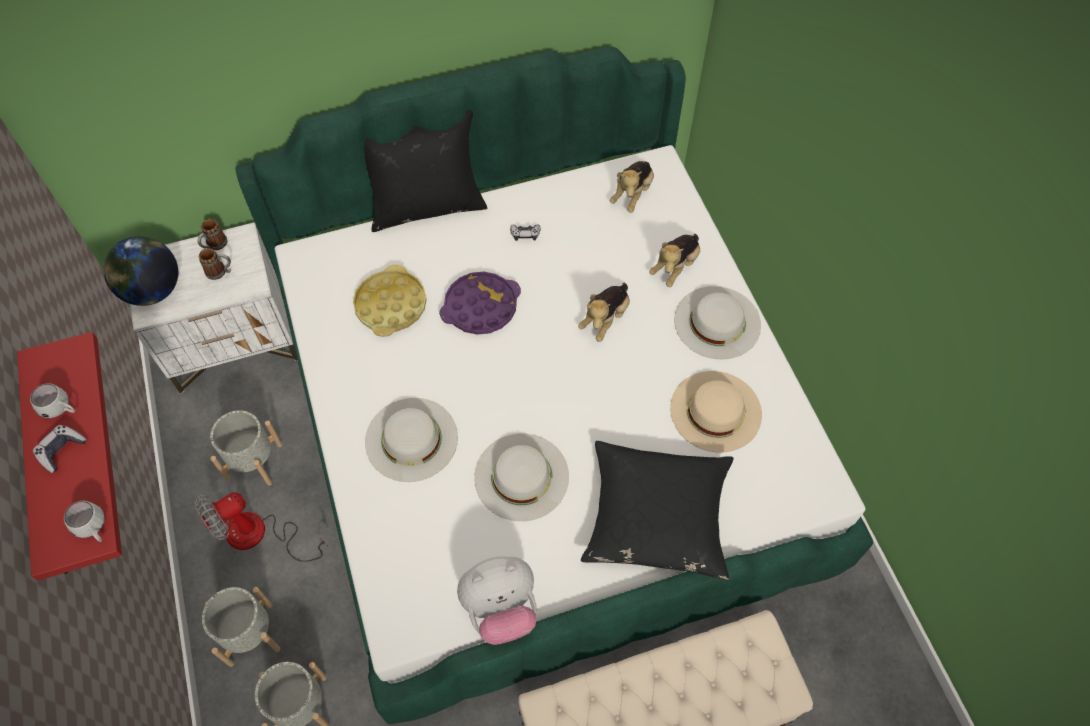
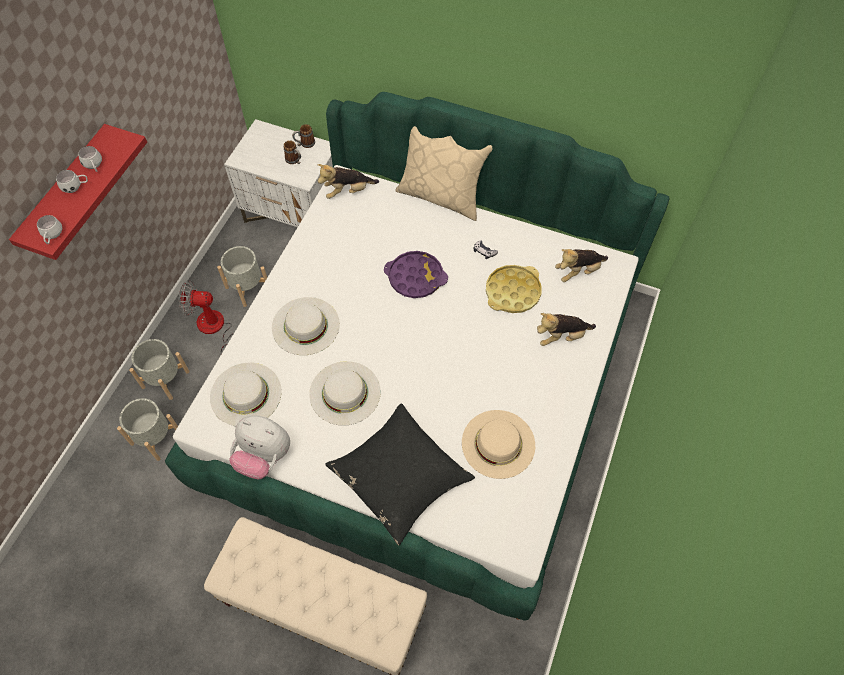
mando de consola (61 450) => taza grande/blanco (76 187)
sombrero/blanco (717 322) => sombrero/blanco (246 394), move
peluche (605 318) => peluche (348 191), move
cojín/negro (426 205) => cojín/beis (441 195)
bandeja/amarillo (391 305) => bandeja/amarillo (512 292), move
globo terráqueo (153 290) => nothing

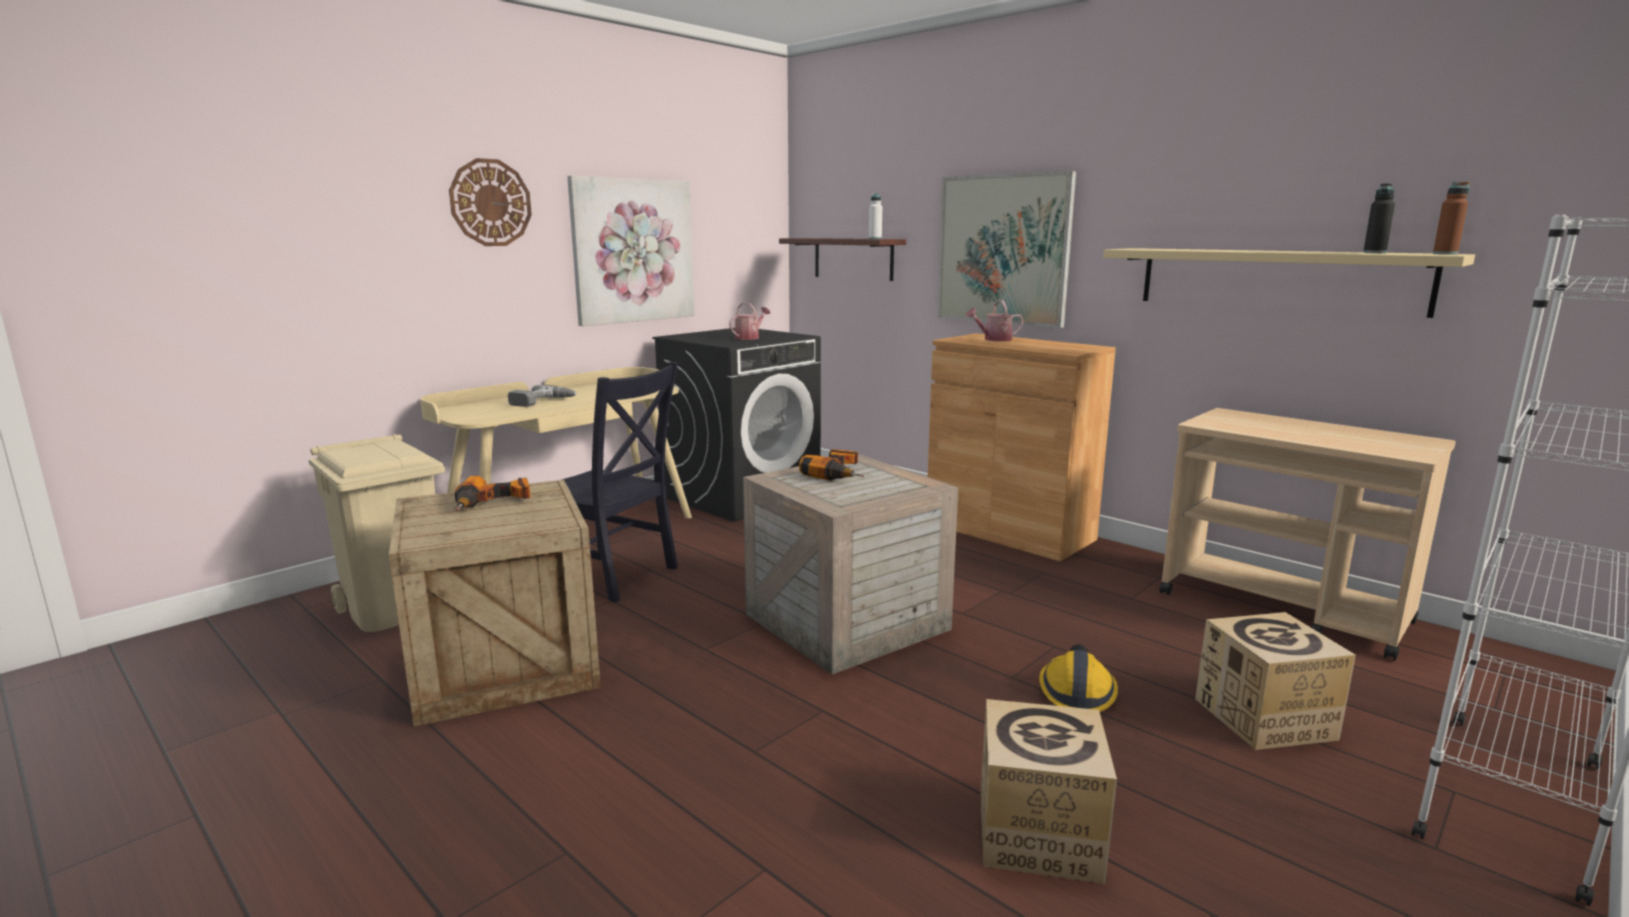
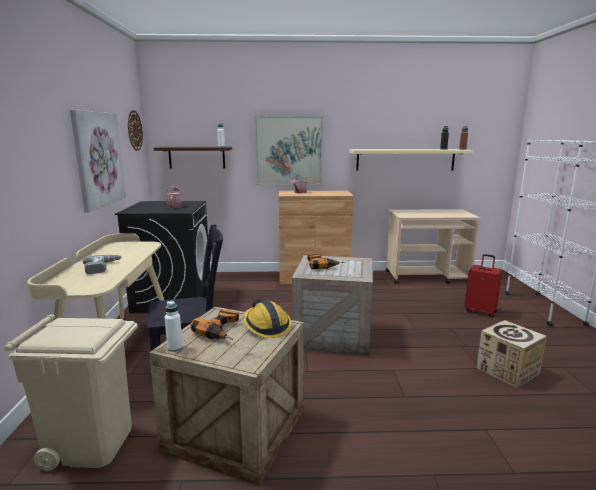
reloj de pared (490 203) => reloj de pared (134 130), move
nothing => botella/blanco (175 348)
casco (1076 691) => casco (266 326), move
caja de cartón (1264 718) => maleta/rojo (480 311)

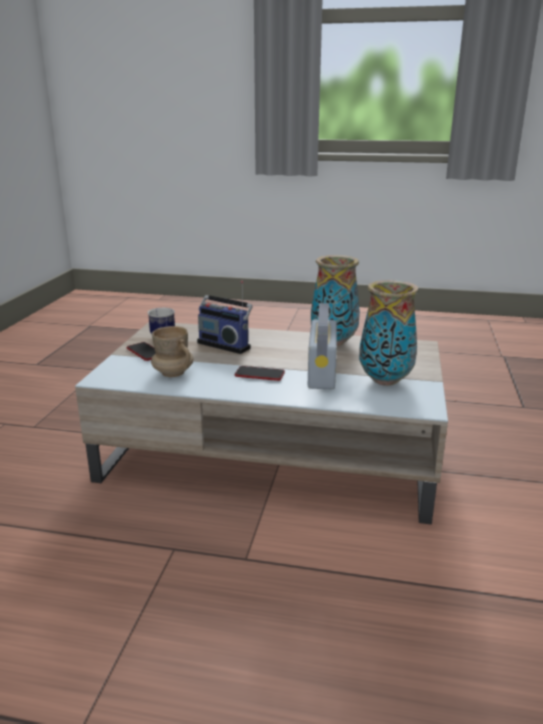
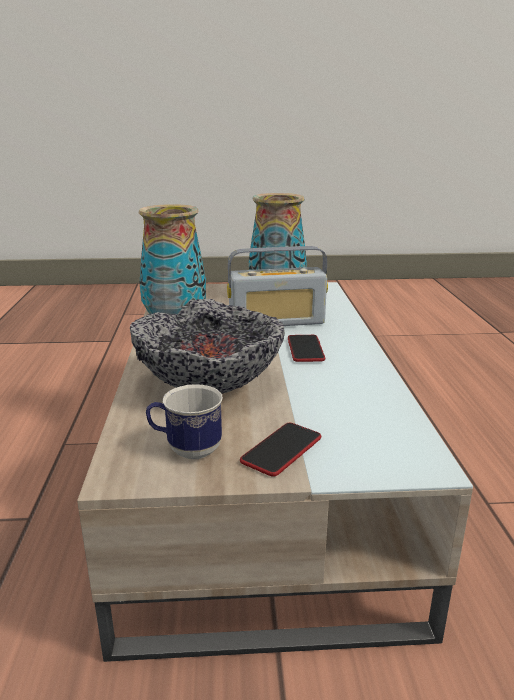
radio (225 344) => cuenco (210 385)
taza grande/beis (173 373) => nothing

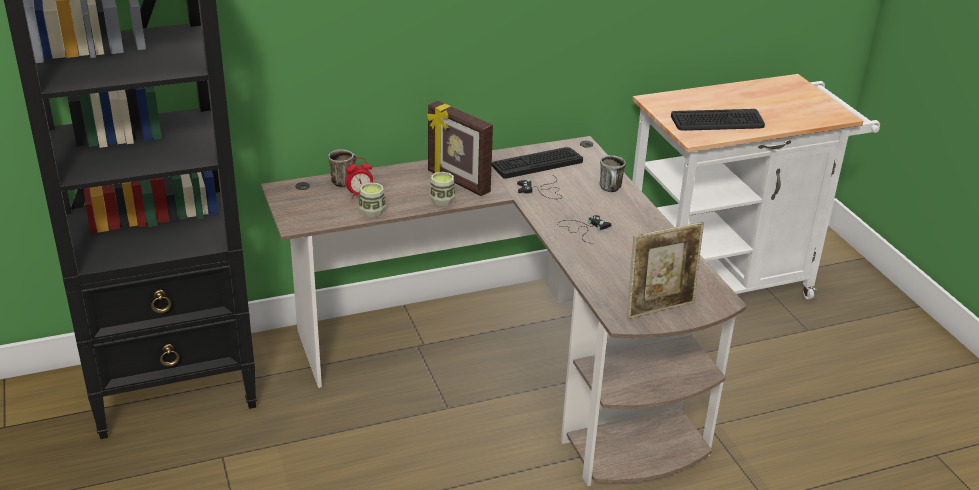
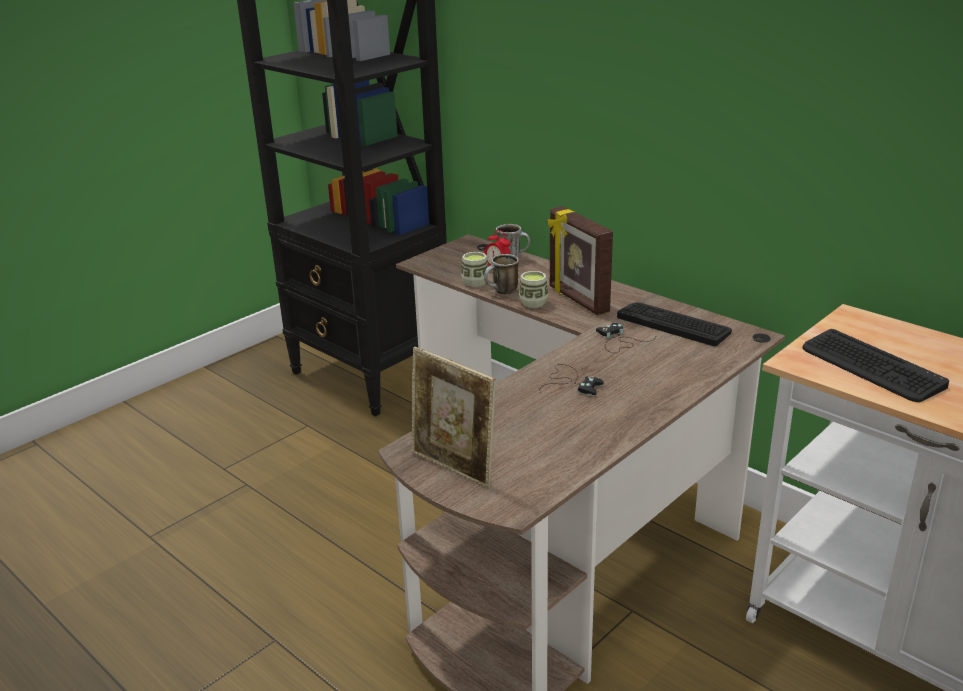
taza grande (611 190) => taza grande (502 292), move
portarretratos (457 182) => portarretratos (577 300), 45 degrees counterclockwise

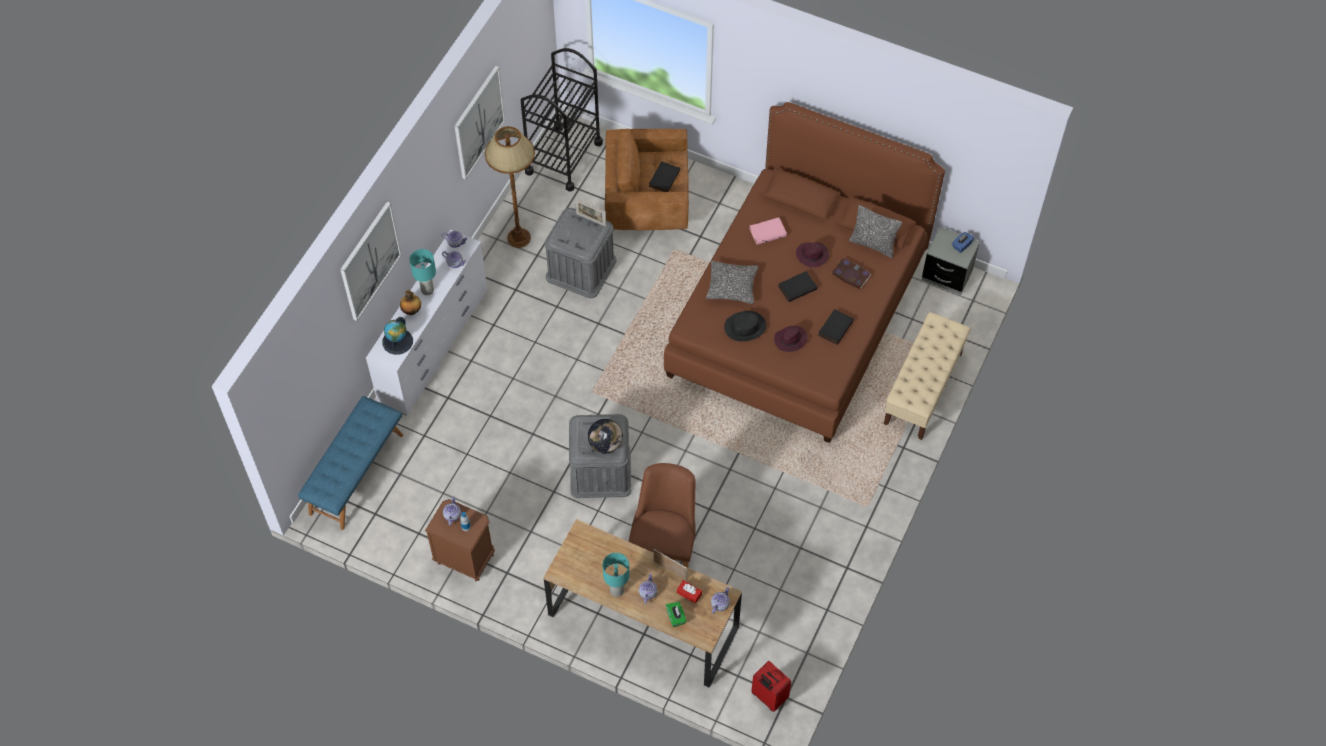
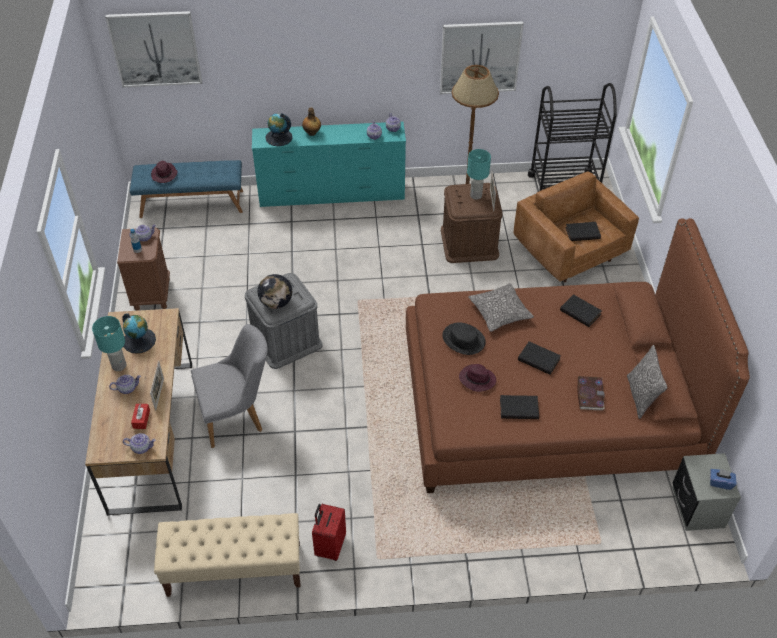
cuadro (370 261) => cuadro (155 49), move
nothing => globo terráqueo (139 340)
sombrero/morado (813 255) => sombrero/morado (164 175), move
banco/beis (923 389) => banco/beis (234 569), move
silla/marrón (665 546) => silla/gris (237 416)
cómoda/blanco (434 345) => cómoda/turquesa (332 194)
maleta/rojo (768 697) => maleta/rojo (329 546), move
caja de almacenaje/gris (581 269) => caja de almacenaje/marrón (469 242)
lámpara de mesa/turquesa (427 290) => lámpara de mesa/turquesa (476 196), move
libro/rosa (767 231) => libro/negro (581 312)
caja de pañuelos/verde (676 617) => nothing

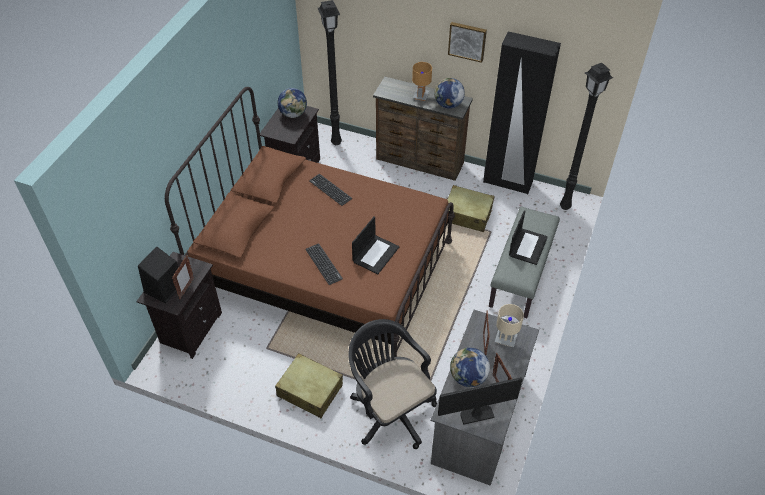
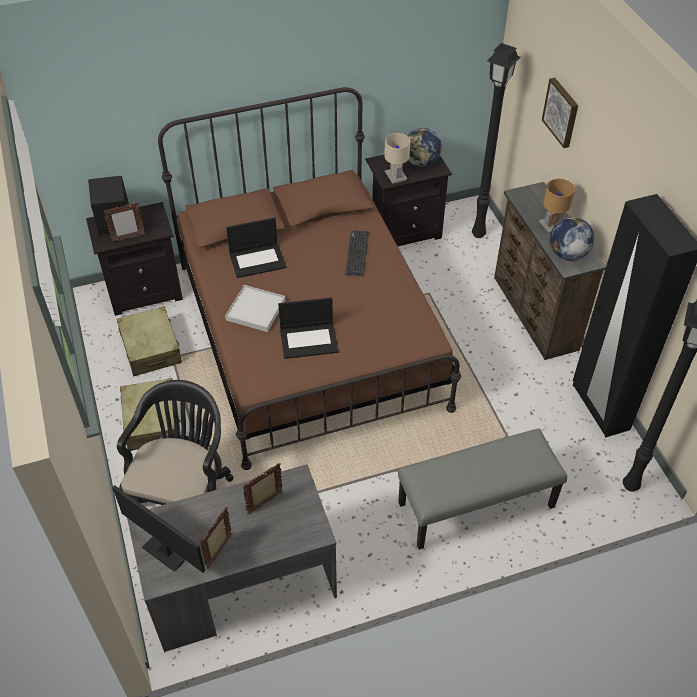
maleta/beis (467 214) => maleta/beis (151 349), move
teclado (323 264) => bandeja/blanco (255 310)
portátil (527 246) => portátil (258 260), move
lámpara de mesa/beis (505 339) => lámpara de mesa/beis (395 177), move
cuadro (467 41) => cuadro (562 112), move
globo terráqueo (468 377) => nothing

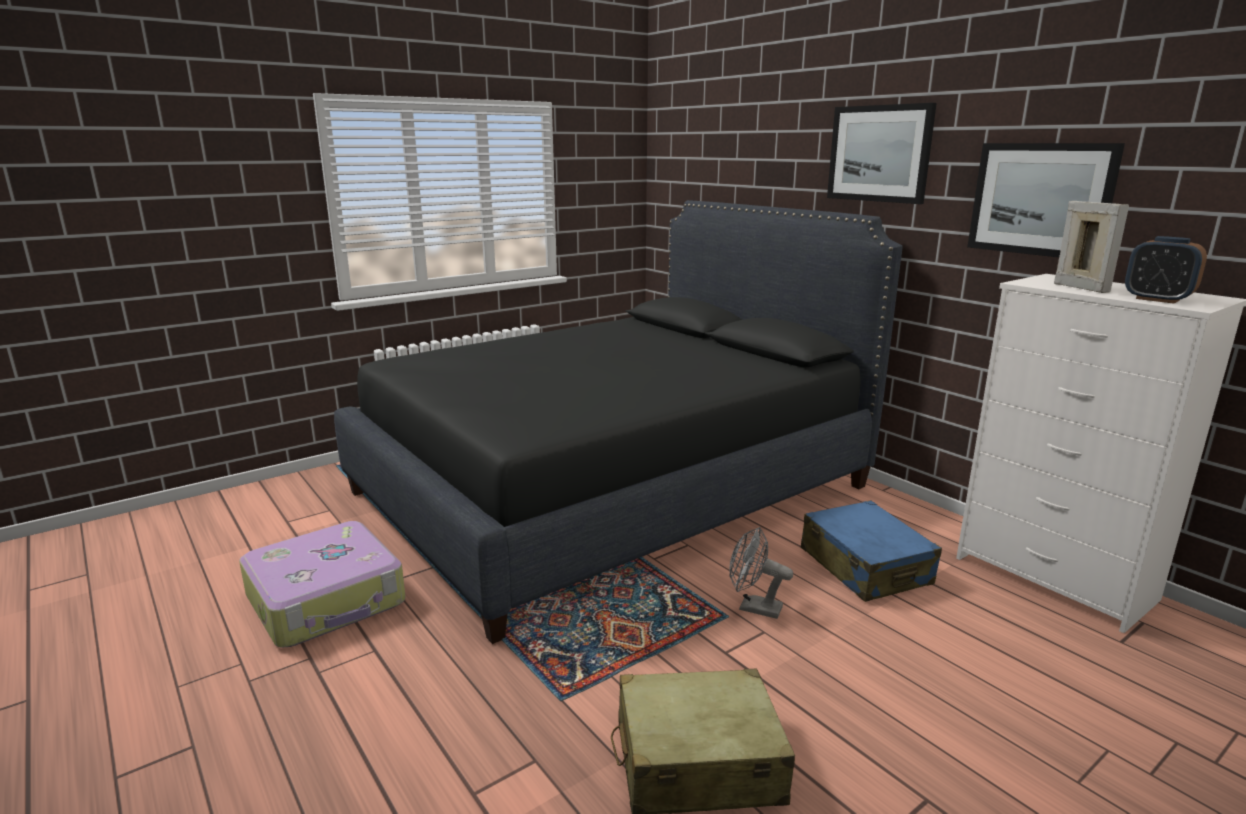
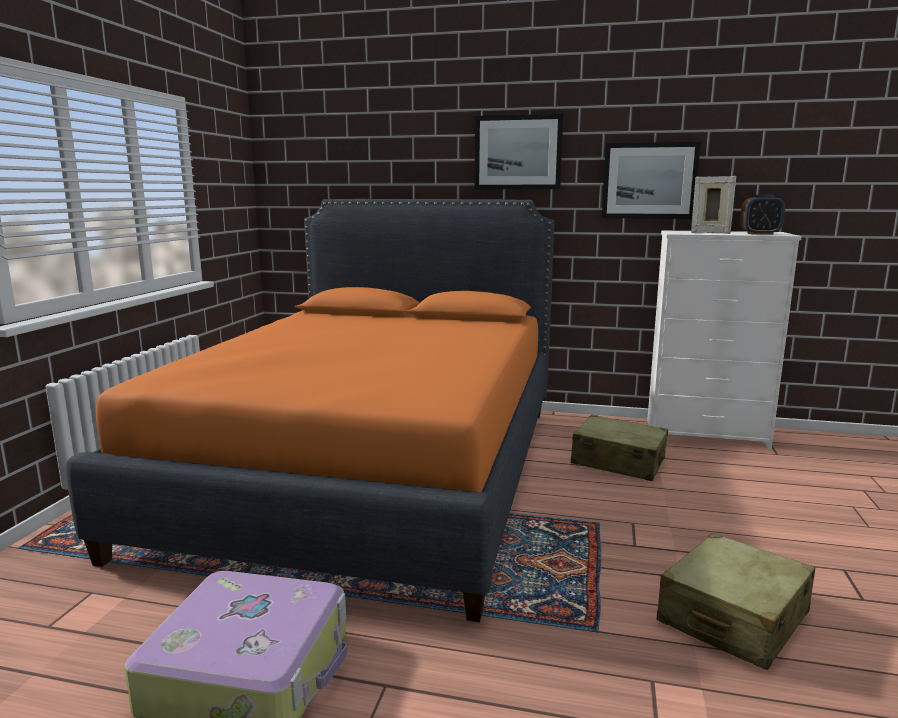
cama/negro (613 489) => cama/naranja (373 471)
maleta/azul (865 567) => maleta/beis (618 462)
ventilador/gris (753 607) => nothing

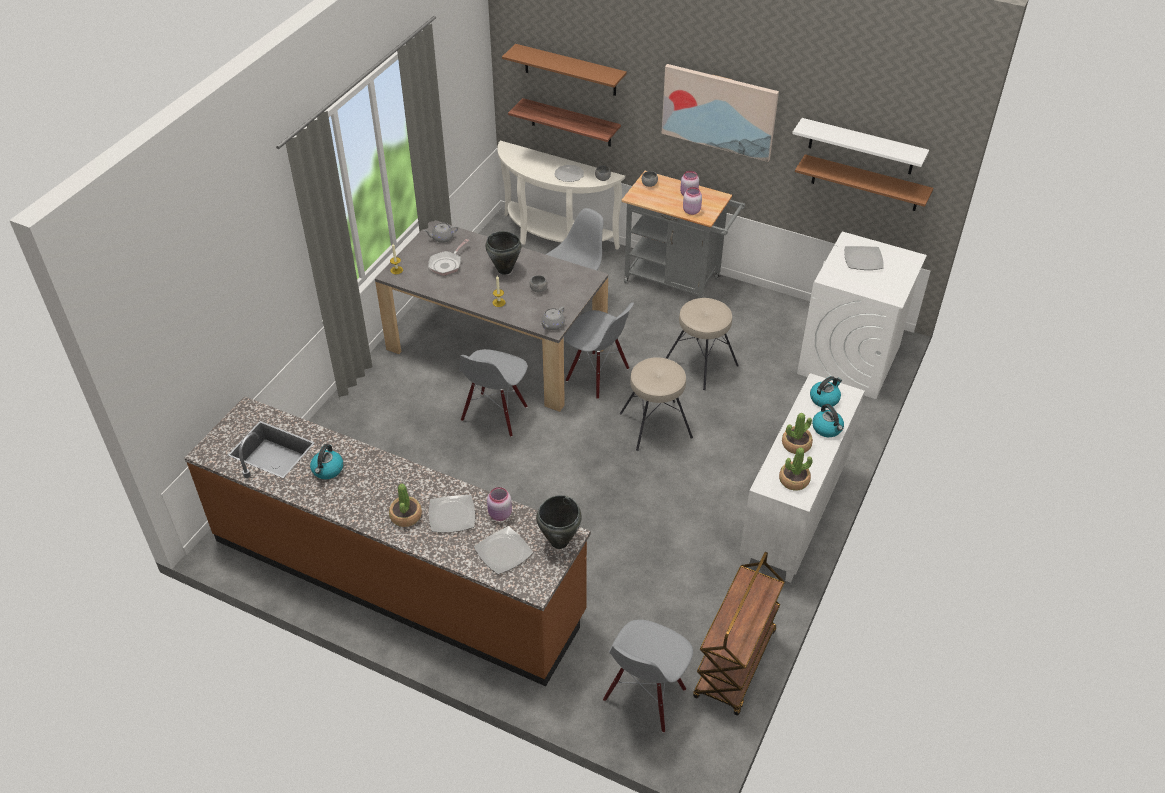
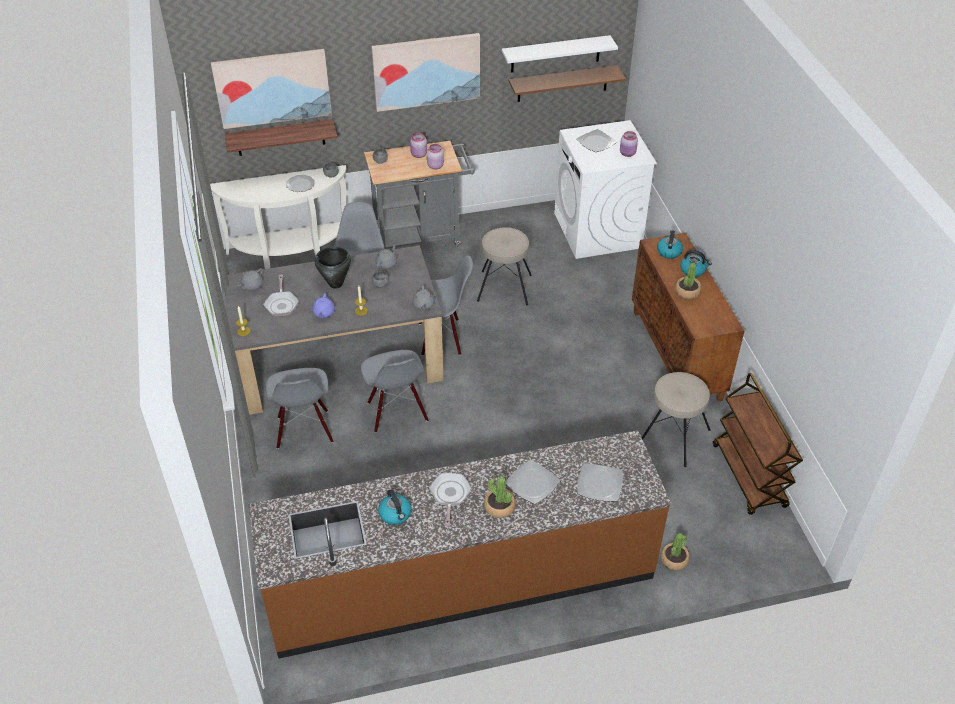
estante/marrón (570 70) => cuadro (272 87)
silla/gris (645 696) => silla/gris (304 430), move
nothing => tetera/morado (323 313)
nothing => tetera/gris (387 264)
nothing => sartén (450 495)
tarro/rosa (499 515) => tarro/rosa (627 154), move
armario/blanco (794 515) => armario/marrón (677 355)
taburete/beis (655 424) => taburete/beis (673 436), move
planta en maceta (794 480) => planta en maceta (674 560), move
olla/negro (559 542) => nothing

